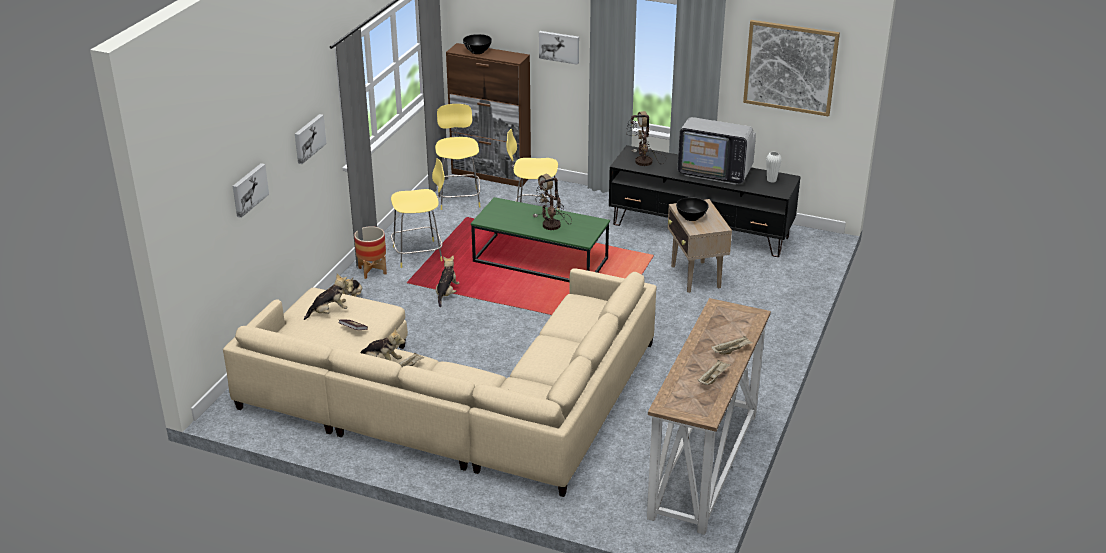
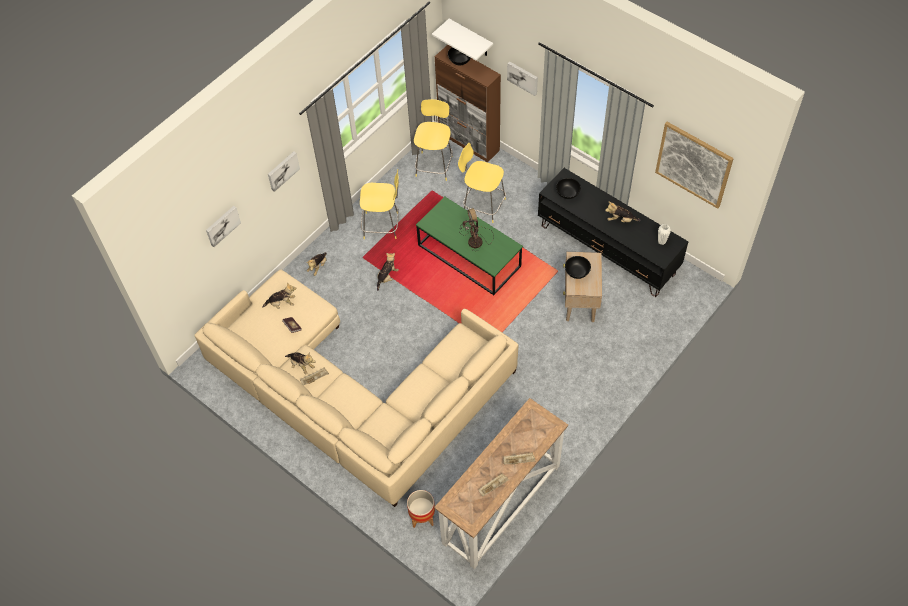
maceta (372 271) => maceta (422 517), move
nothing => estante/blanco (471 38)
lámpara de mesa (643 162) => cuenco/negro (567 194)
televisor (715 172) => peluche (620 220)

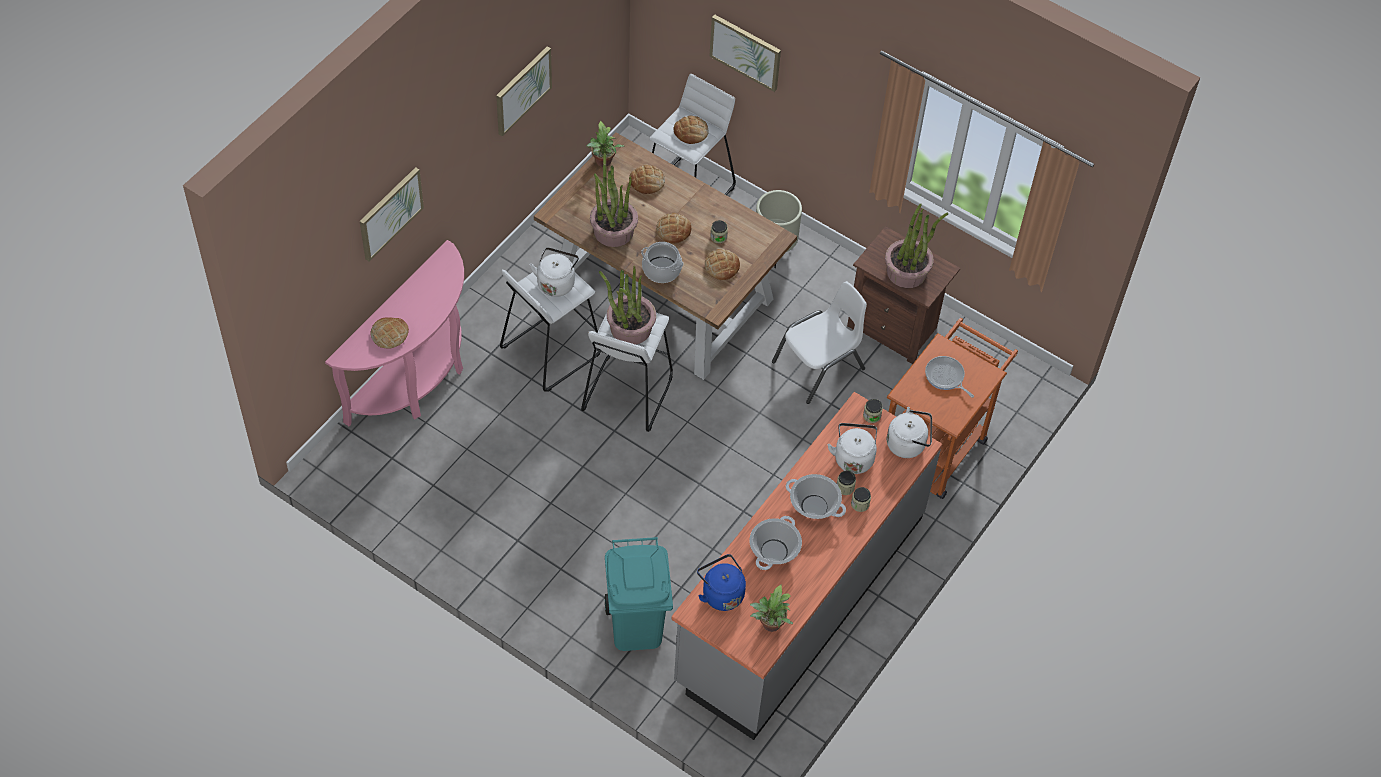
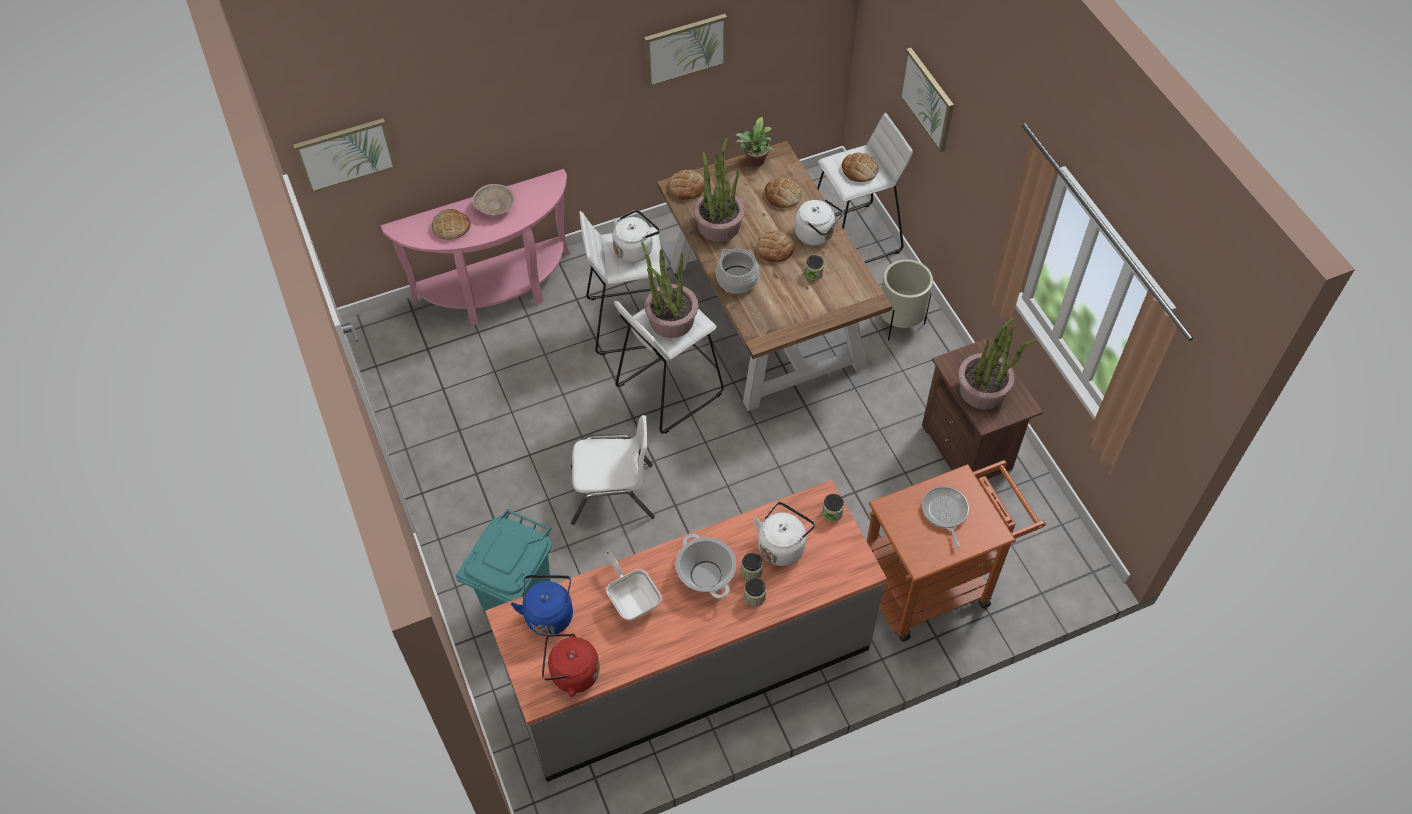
cuadro (390 213) => cuadro (345 154), move
nothing => cuenco/beis (495 207)
planta en maceta (770 626) => hervidor/rojo (571 674)
silla/blanco (819 366) => silla/blanco (613 493), move
olla (774 551) => sartén (632 599)
pan (722 266) => pan (686 187), move
hervidor/blanco (908 444) => hervidor/blanco (816 235), move

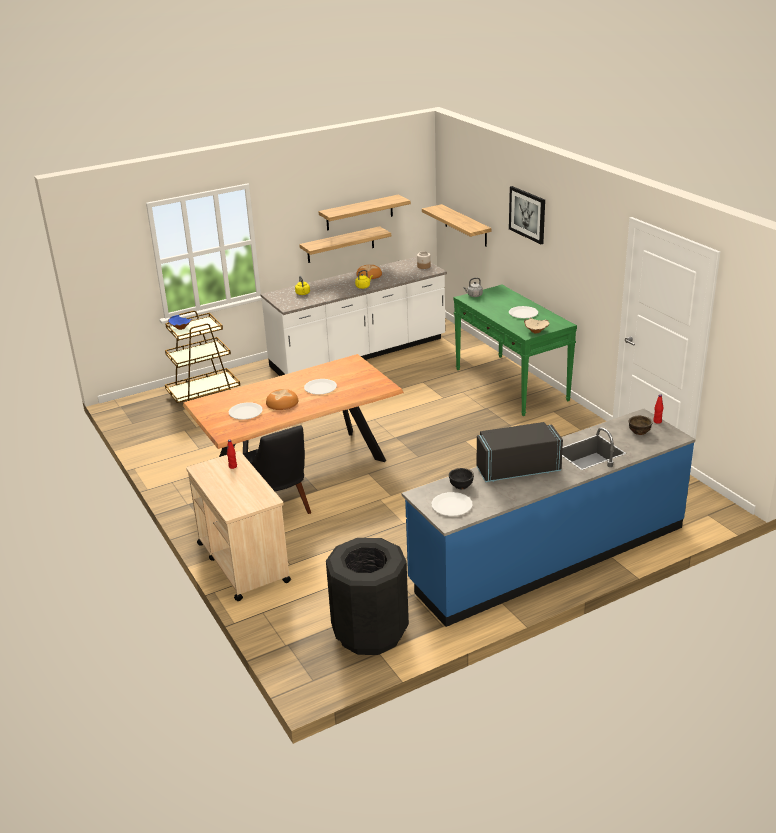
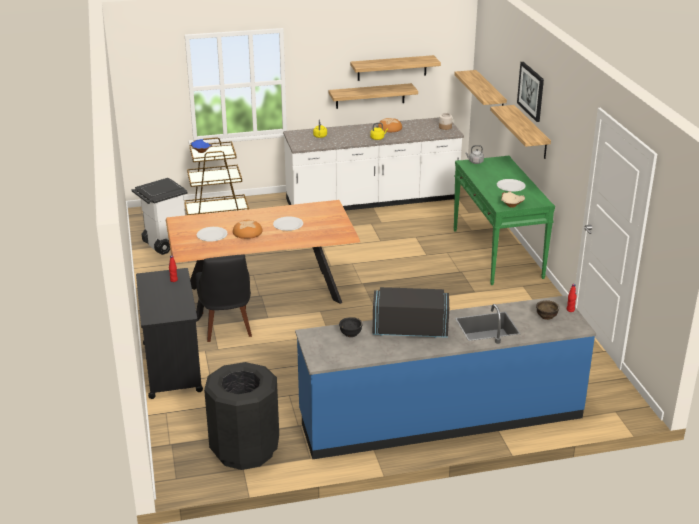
nothing => papelera/blanco (164 245)
carrito/beis (242 562) => carrito/negro (172 366)
nothing => estante (530 132)
plato/blanco (451 505) => nothing

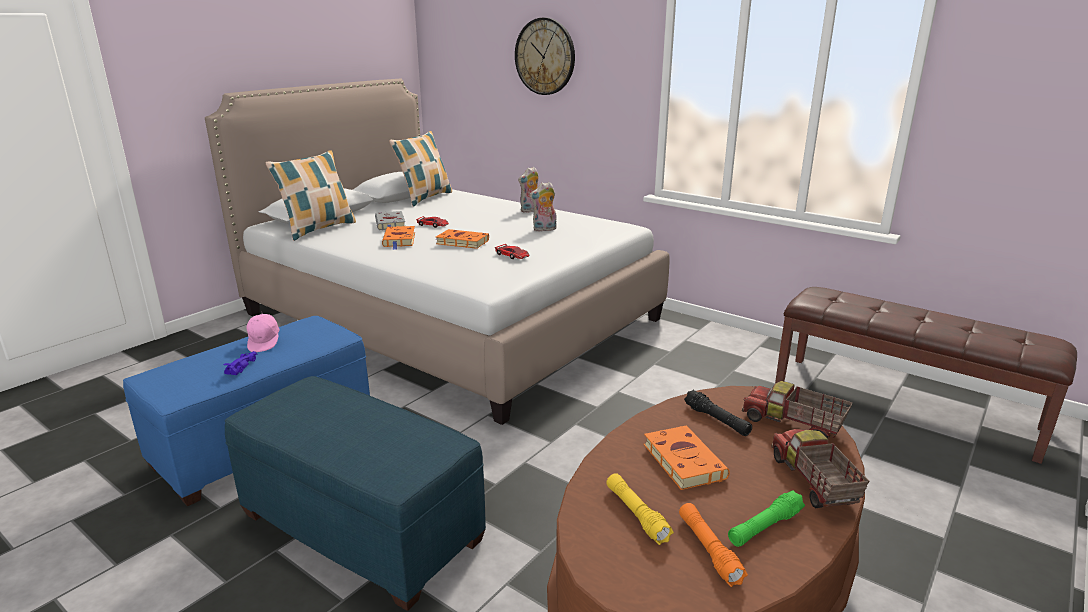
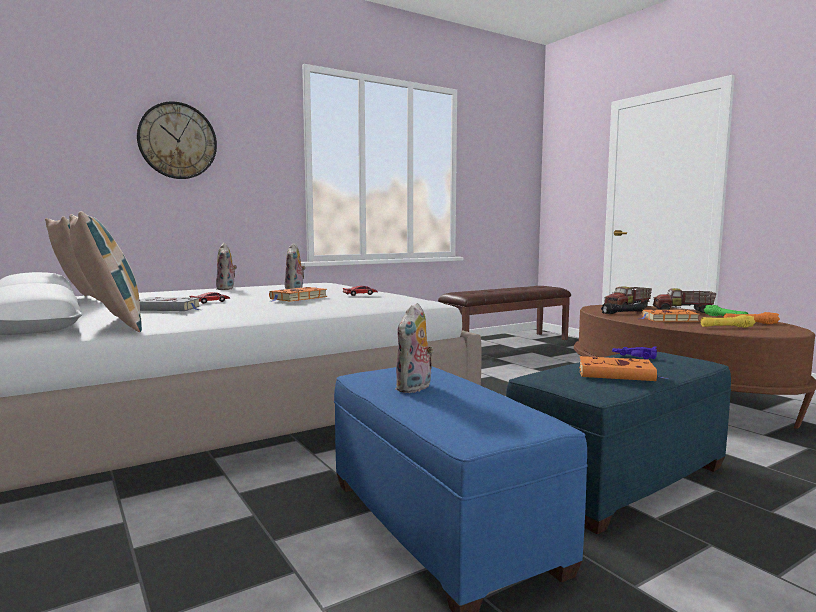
gorra/rosa (265 342) => peluche (415 388)
libro/naranja (399 240) => libro/naranja (618 374), move
coche de juguete/morado (243 365) => coche de juguete/morado (633 356), move

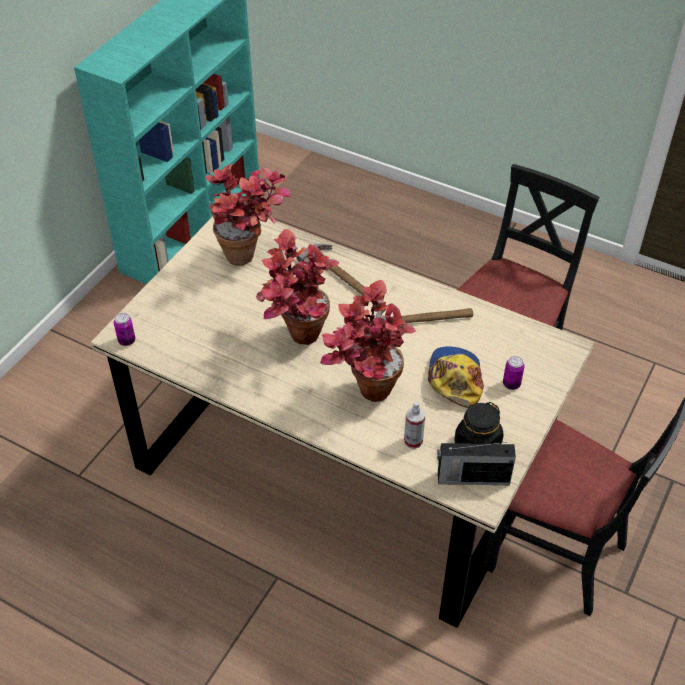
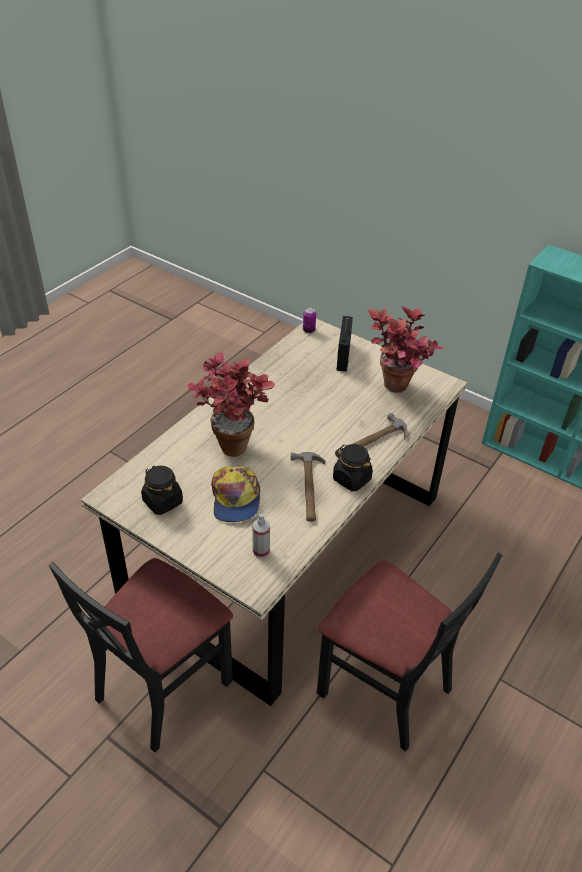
gorra (455 378) => gorra (235 498), 75 degrees clockwise
pulverizador (413 441) => pulverizador (261 551), move
nothing => tarro/negro (351 479)
radio (471 478) => radio (343 355), move
planta en maceta (296 341) => nothing
lata (511 384) => nothing

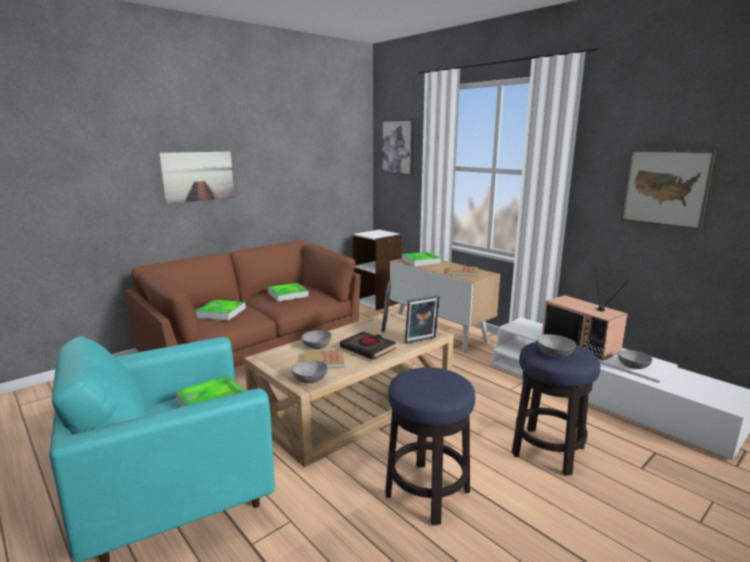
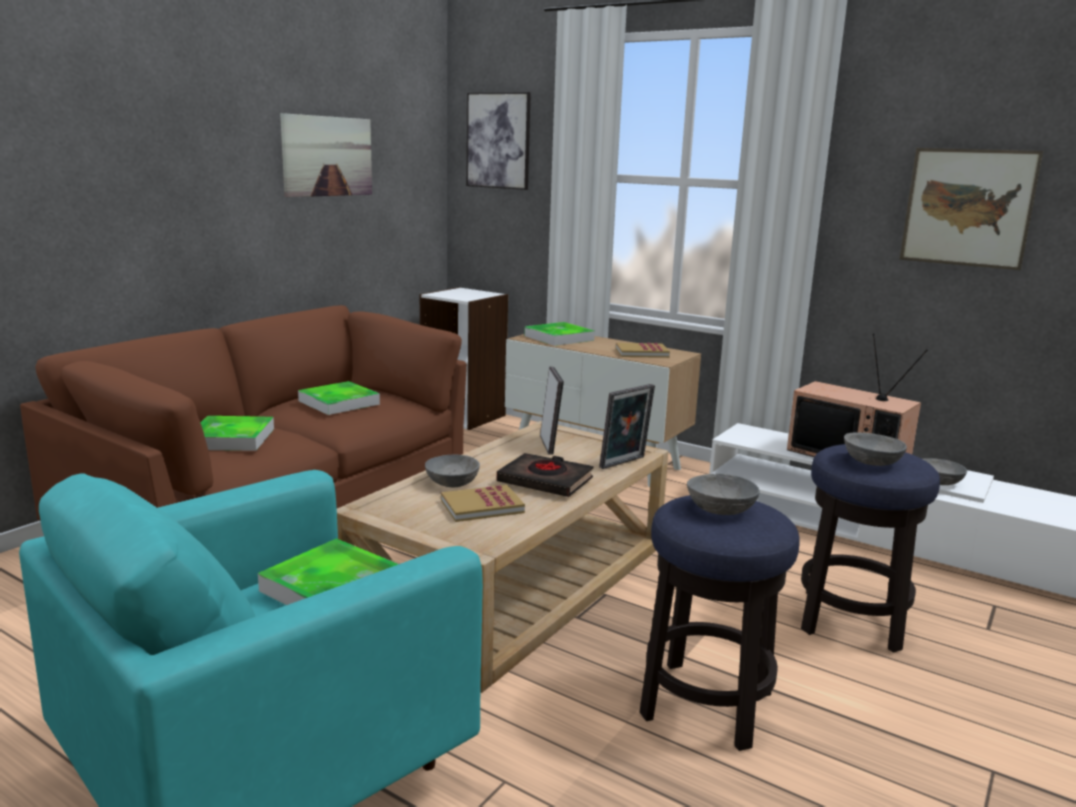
cuadro (198 176) => cuadro (327 156), move
cuenco/gris (310 379) => cuenco/gris (721 509), move

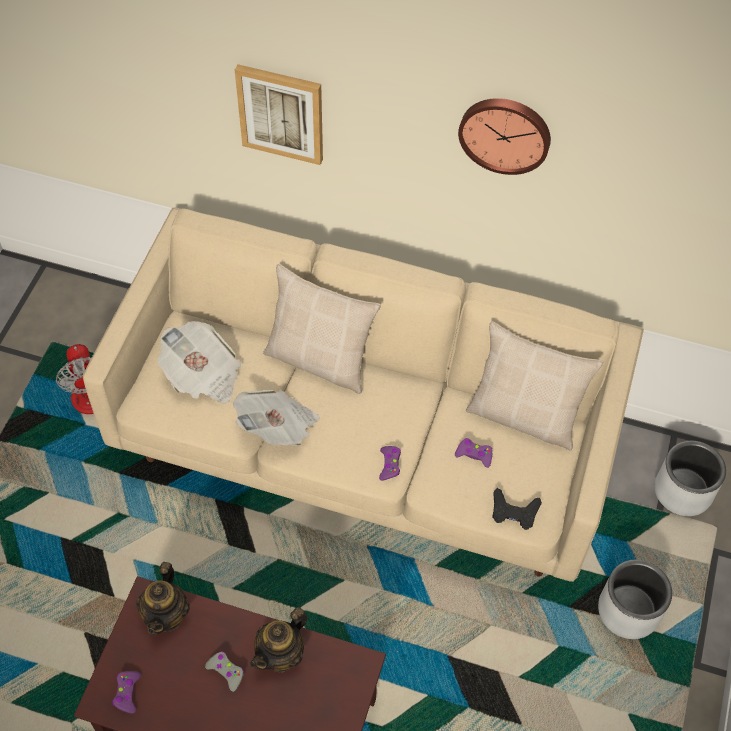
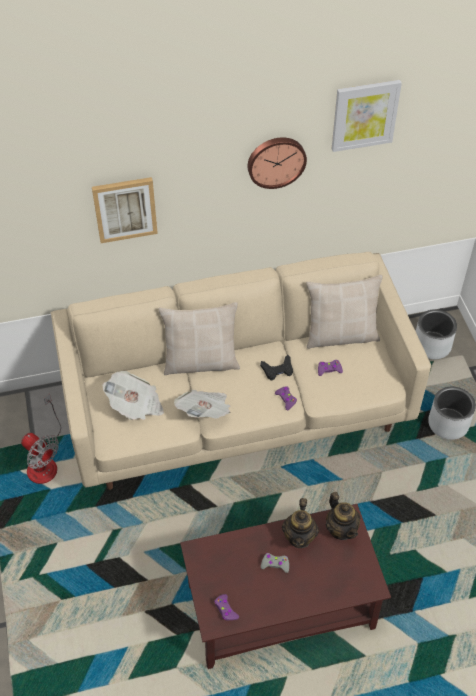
mando de consola/negro (514 512) => mando de consola/negro (277 370), move
tetera (167 614) => tetera (341 529), move
nothing => cuadro (364 115)

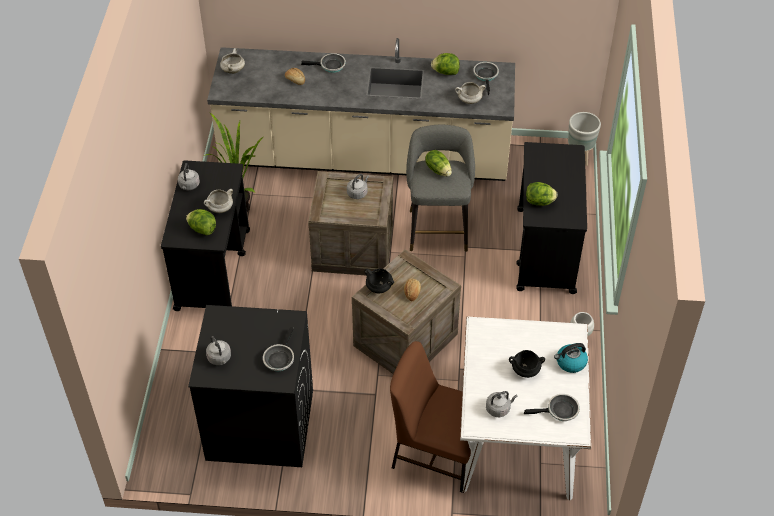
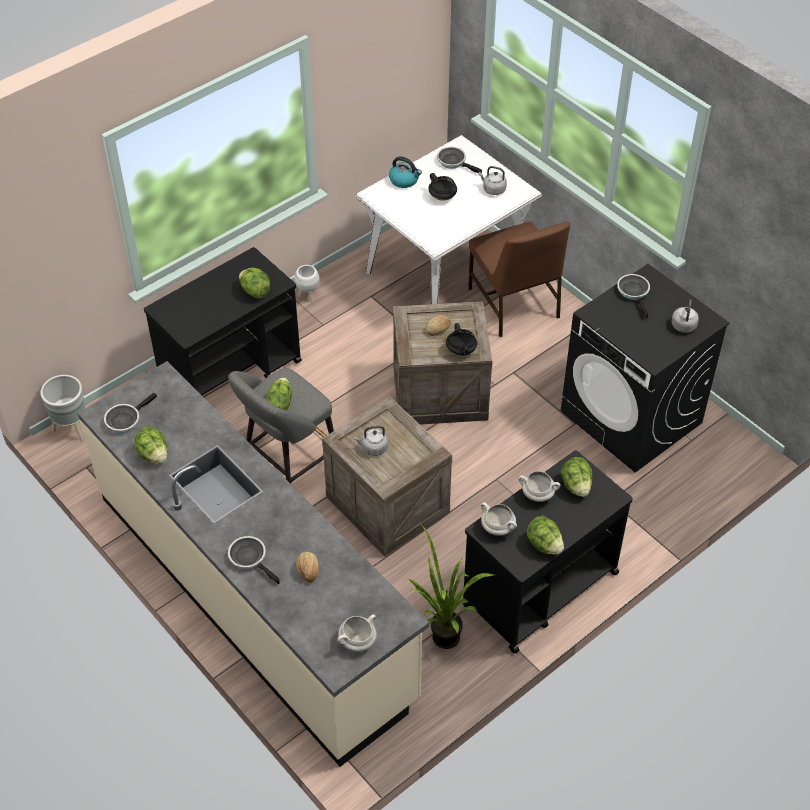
olla/blanco (469 100) => olla/blanco (498 528), move
hervidor/gris (189 186) => lechuga (544 544)
sartén (279 358) => sartén (634 293), 75 degrees counterclockwise

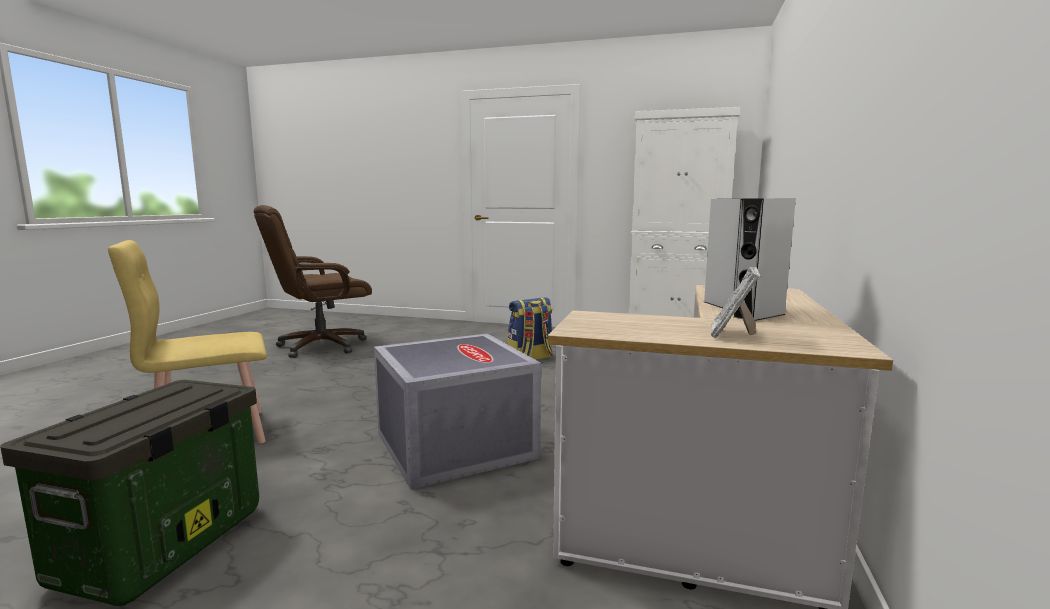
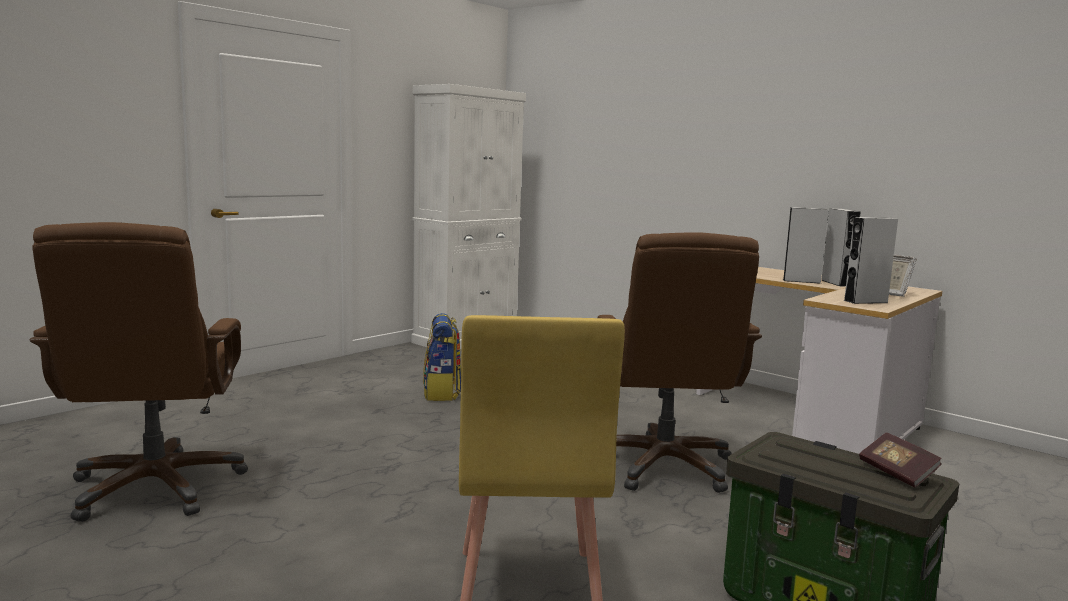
caja de almacenaje/gris (452 445) => silla de oficina/marrón (664 466)
nothing => altavoz/gris (865 301)
nothing => libro (897 473)

